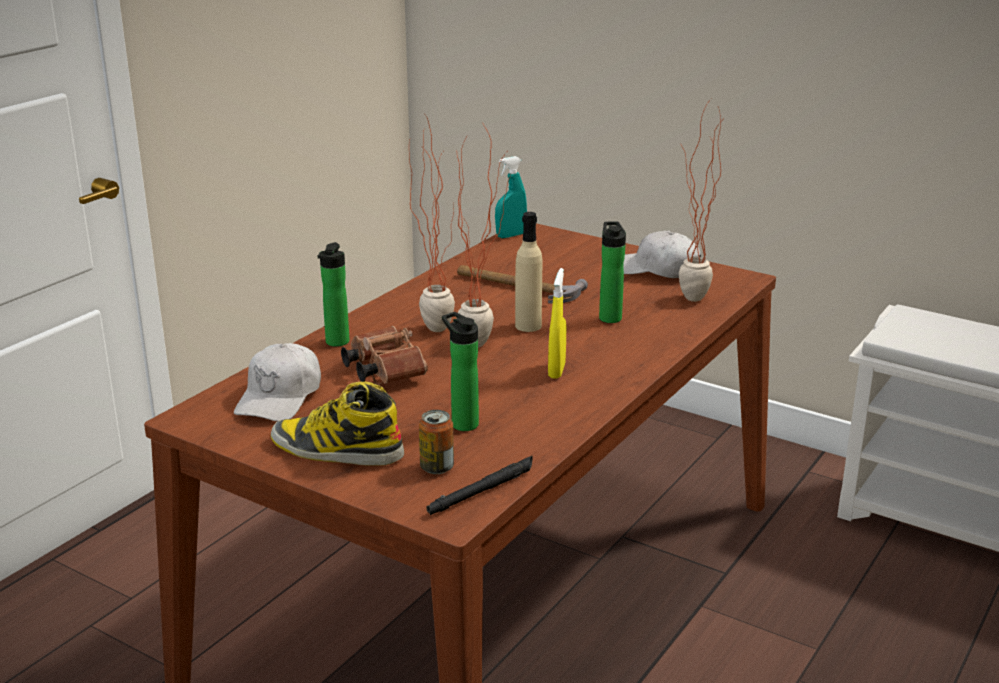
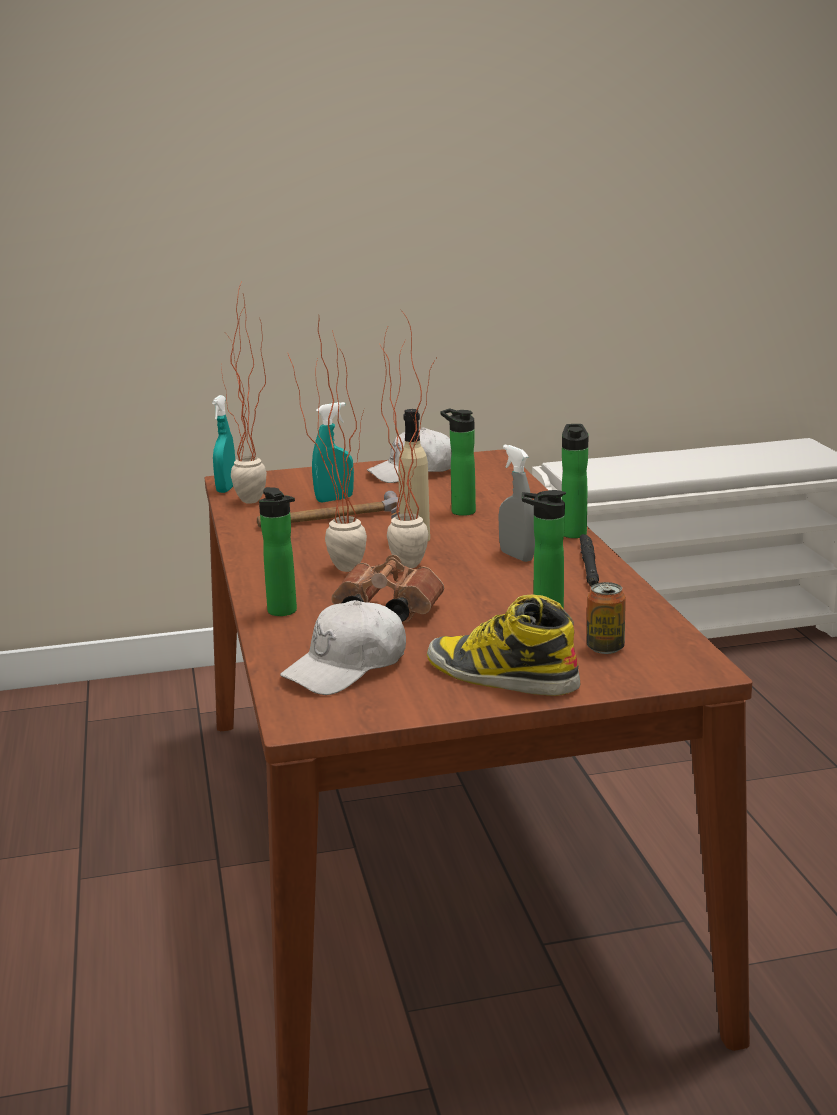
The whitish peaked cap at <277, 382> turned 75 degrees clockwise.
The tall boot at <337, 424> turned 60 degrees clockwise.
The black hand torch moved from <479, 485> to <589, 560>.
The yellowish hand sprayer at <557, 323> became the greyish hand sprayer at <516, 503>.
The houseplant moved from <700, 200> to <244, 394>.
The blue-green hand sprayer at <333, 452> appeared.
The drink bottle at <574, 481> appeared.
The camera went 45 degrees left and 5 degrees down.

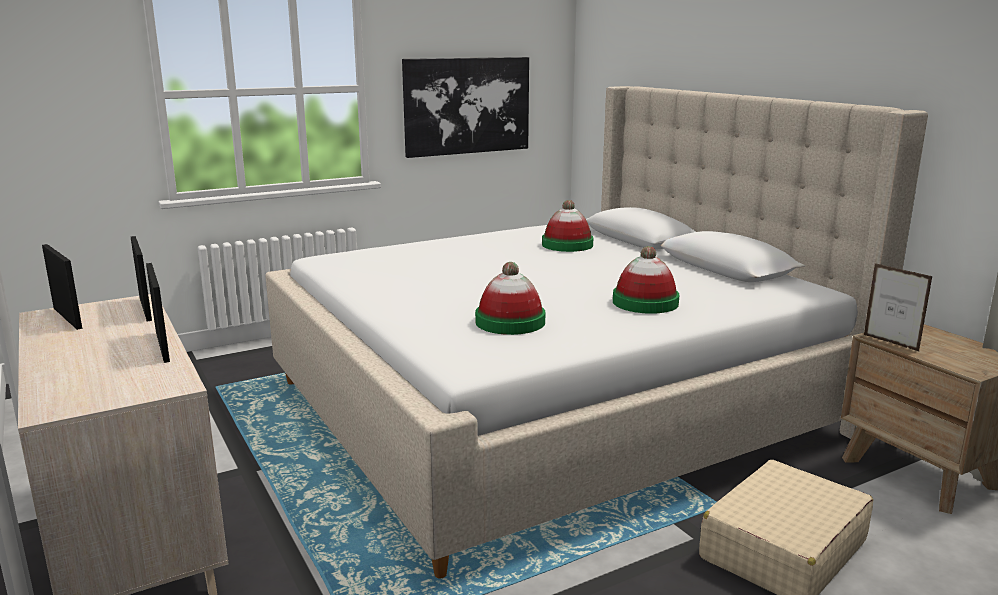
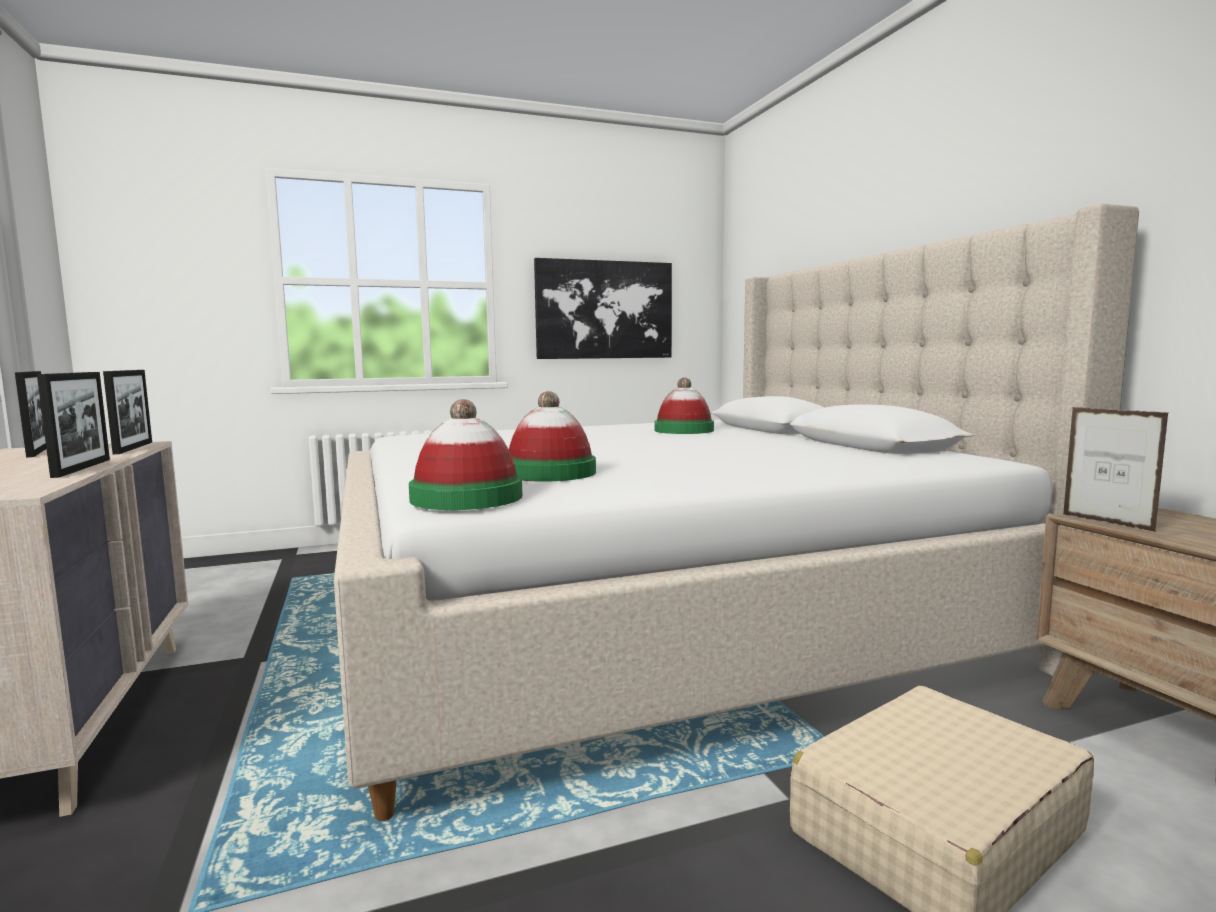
The wearable hat moved from <646, 280> to <466, 454>.
The camera went 10 degrees right and 10 degrees down.

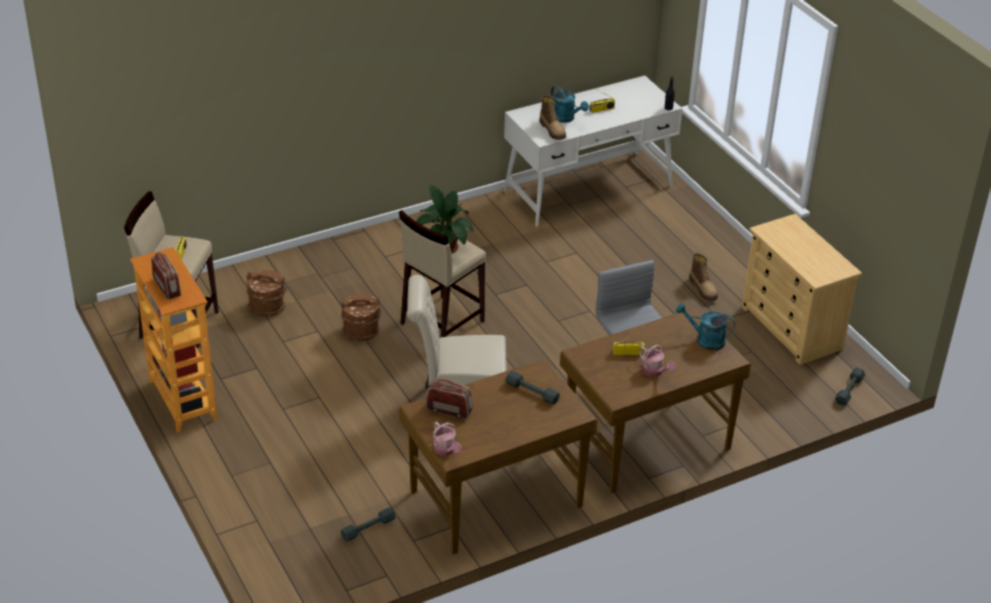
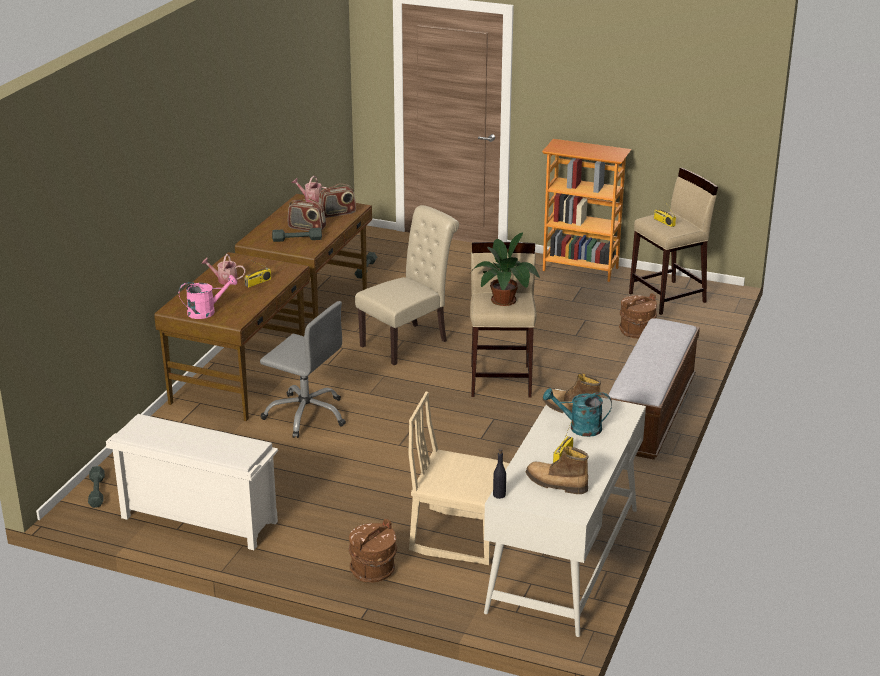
The radio receiver moved from <166, 276> to <307, 215>.
The brown-coloured water bucket moved from <361, 317> to <373, 551>.
The blue-green watering can at <705, 326> became the pink watering can at <207, 297>.
The tall boot moved from <703, 277> to <557, 470>.
The sand-coloured chest of drawers at <802, 289> was replaced by the whitish shoe stand at <192, 482>.
The sand-coloured plain chair at <458, 478> appeared.
The long seat at <654, 389> appeared.
The camera went 140 degrees right and 10 degrees down.

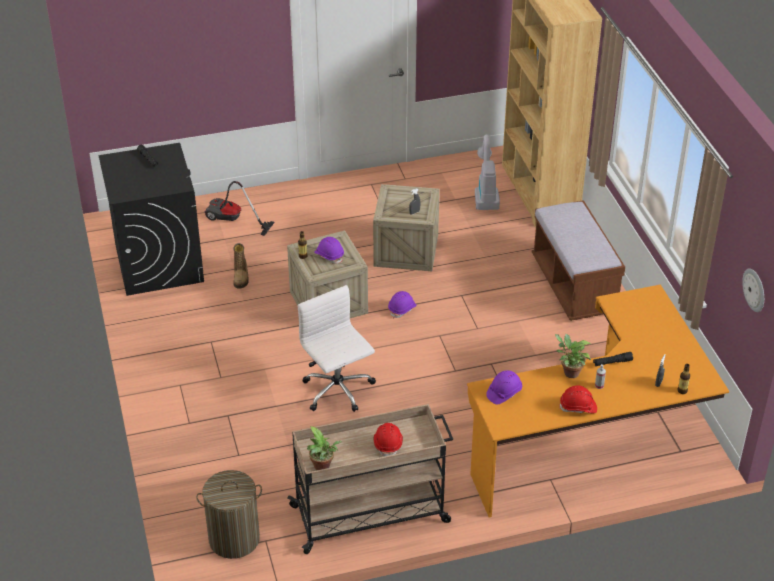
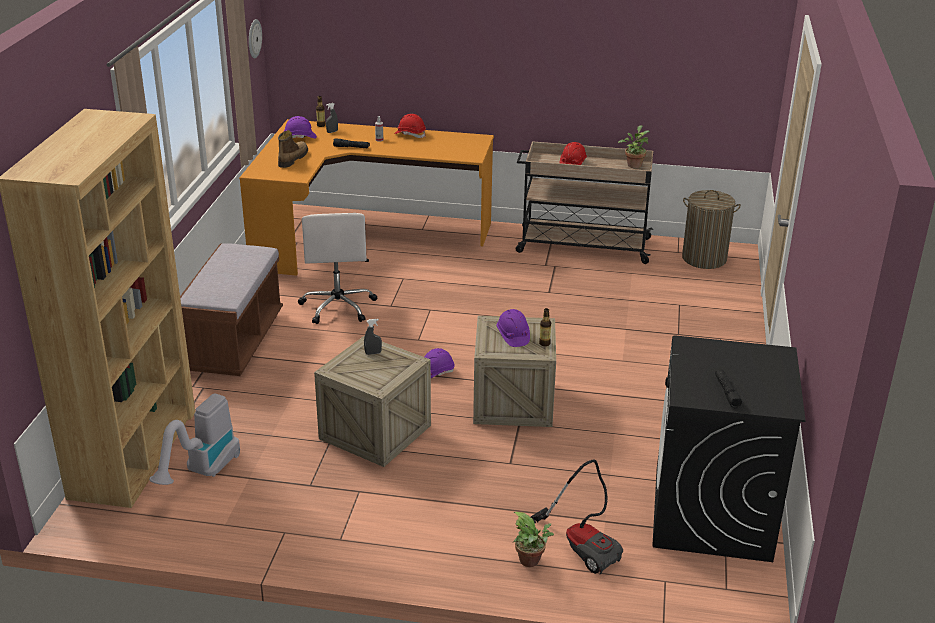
The tall boot moved from <241, 265> to <293, 149>.
The whitish office chair moved from <337, 348> to <337, 268>.
The purplish safety helmet moved from <504, 387> to <300, 127>.
The houseplant moved from <573, 356> to <533, 539>.
The camera went 155 degrees left and 10 degrees down.

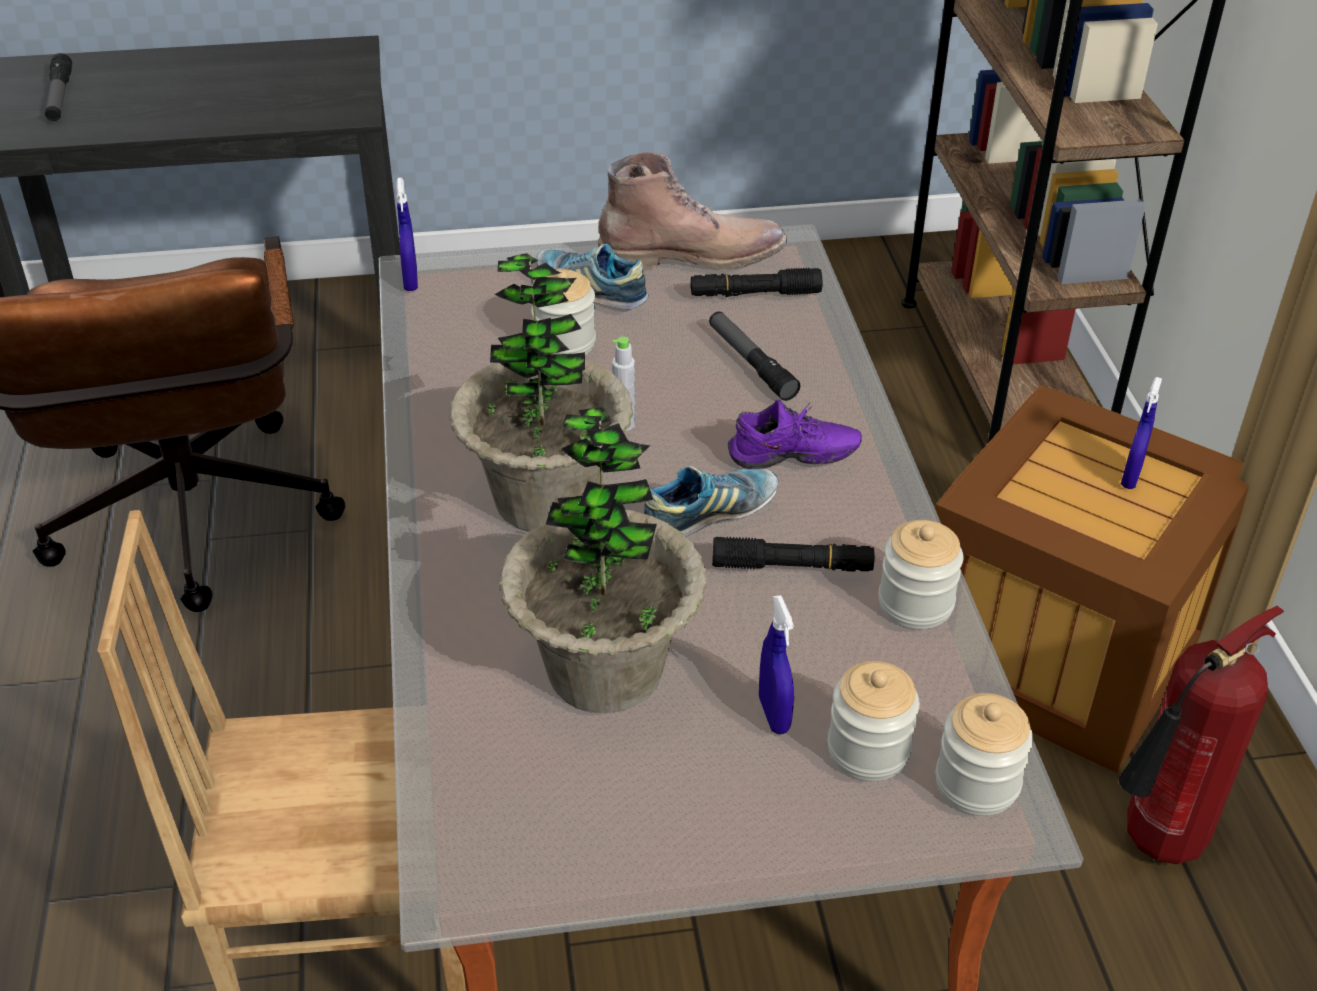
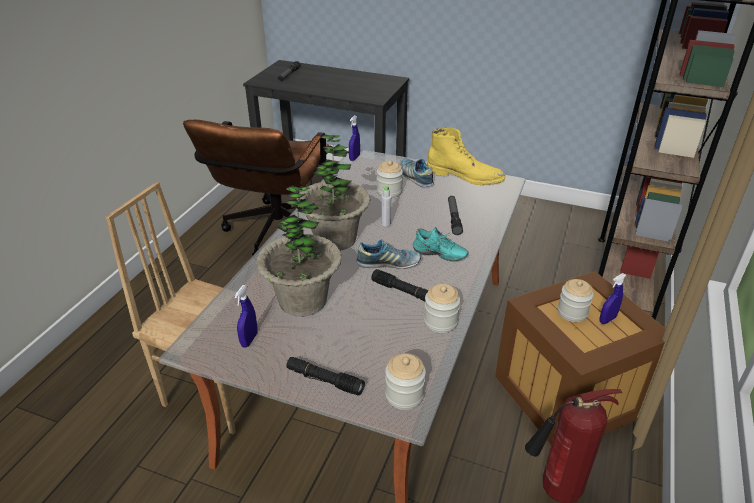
The brown-coloured tall boot at <692, 211> became the yellowish tall boot at <466, 157>.
The black hand torch moved from <756, 282> to <325, 376>.
The purplish shoe at <795, 434> became the blue-green shoe at <440, 244>.
The bluish hand sprayer moved from <776, 664> to <246, 316>.
The storage jar moved from <874, 721> to <576, 300>.
The camera went 30 degrees right and 5 degrees down.

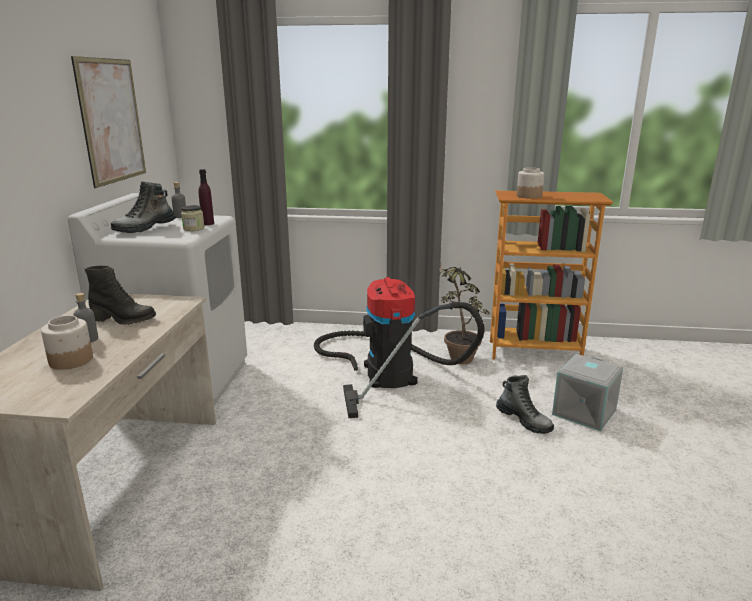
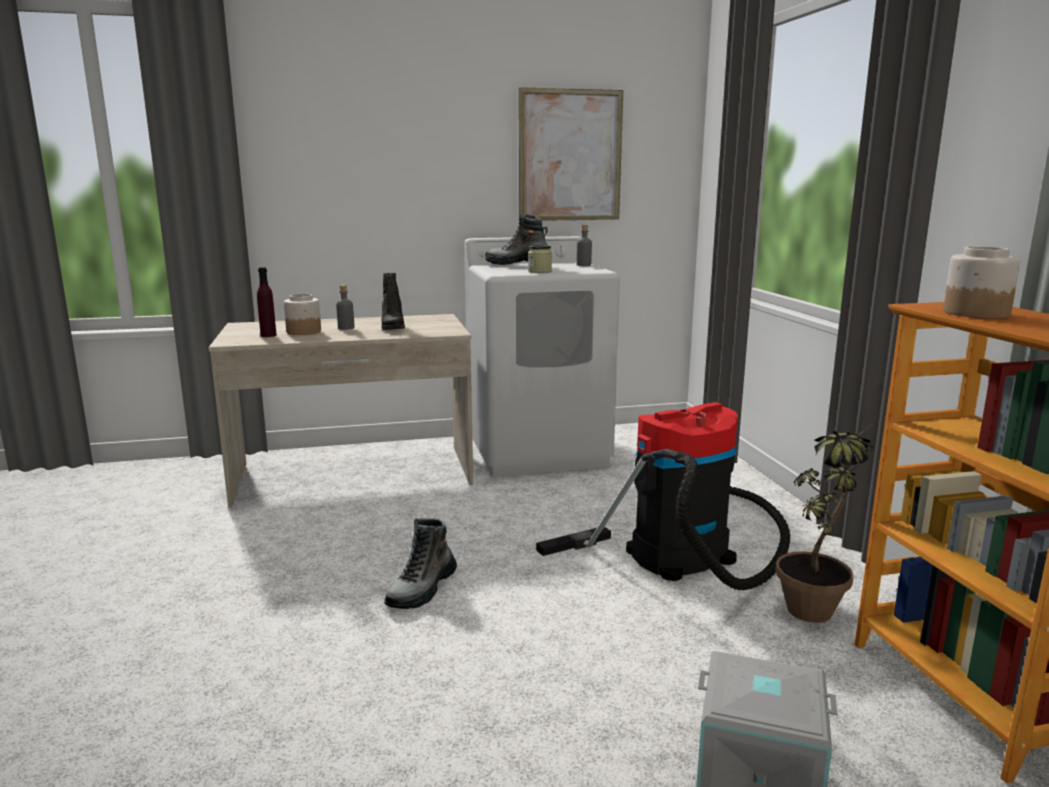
The purplish drink bottle moved from <206, 197> to <267, 302>.
The tall boot moved from <525, 404> to <420, 563>.
The camera went 70 degrees right and 5 degrees down.

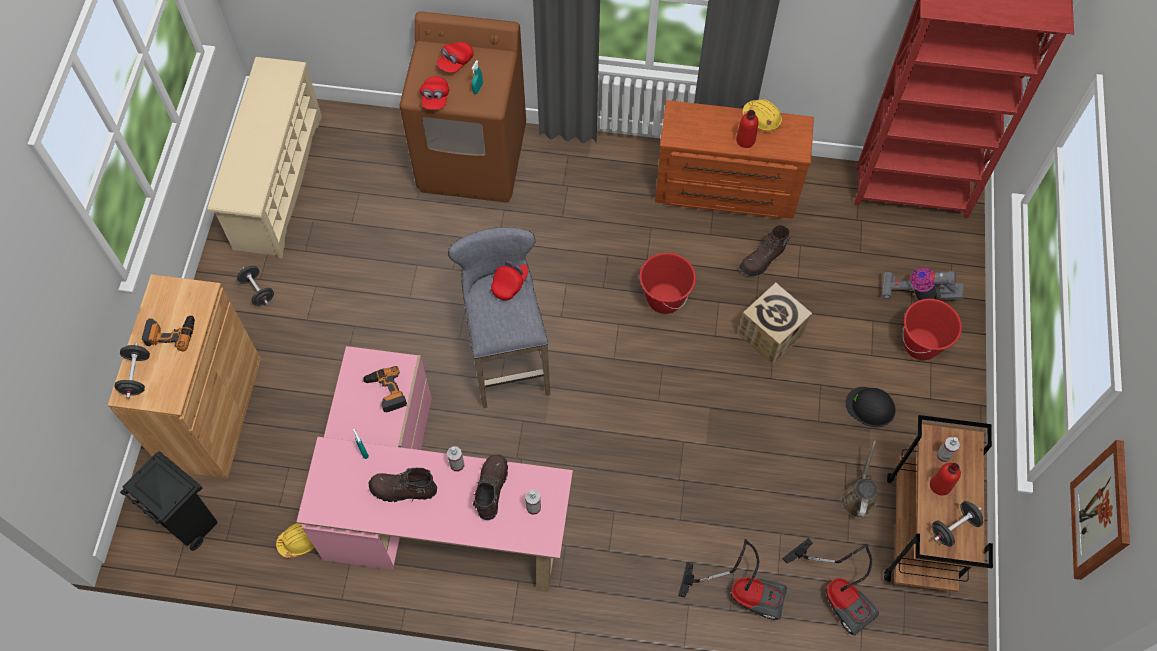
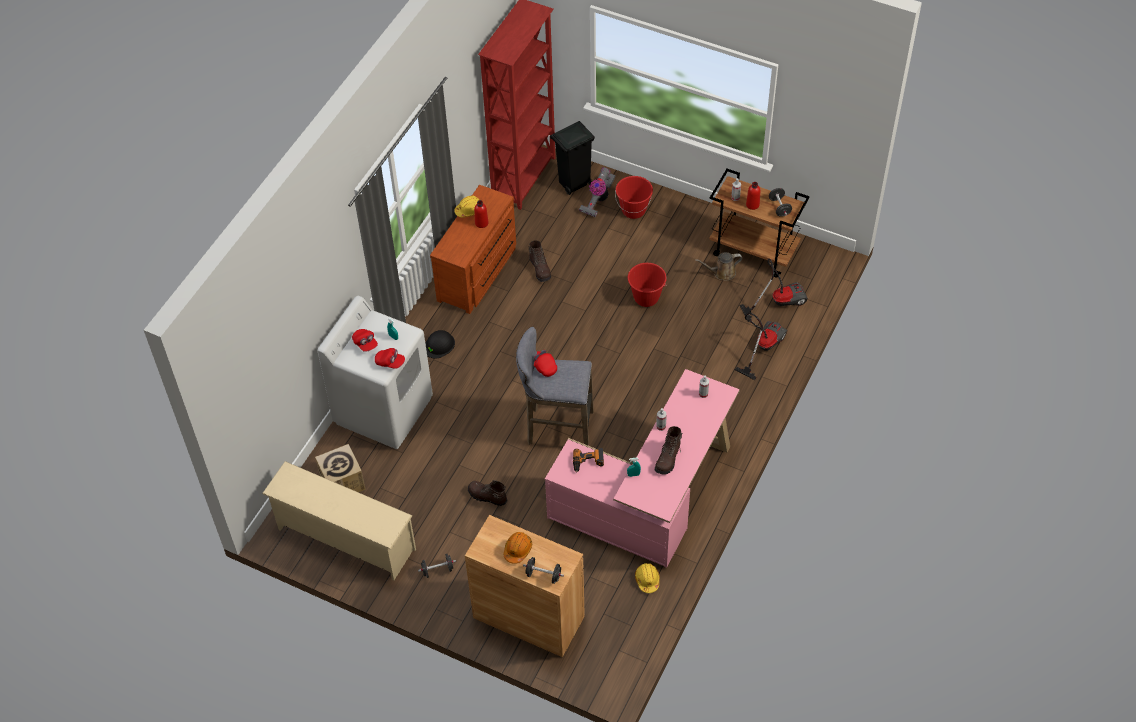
The black rubbish bin moved from <168, 501> to <572, 158>.
The drill at <168, 333> was replaced by the orange-coloured safety helmet at <517, 548>.
The brown-coloured laundry machine at <463, 107> became the whitish laundry machine at <375, 372>.
The brown-coloured tall boot moved from <490, 487> to <487, 493>.
The red-coloured water bucket moved from <667, 283> to <647, 285>.
The packing box moved from <774, 324> to <340, 468>.
The brown-coloured watering can at <859, 479> turned 45 degrees counterclockwise.
The black safety helmet moved from <871, 407> to <440, 344>.
The picture at <1100, 510> disappeared.
The camera went 70 degrees left and 10 degrees down.

